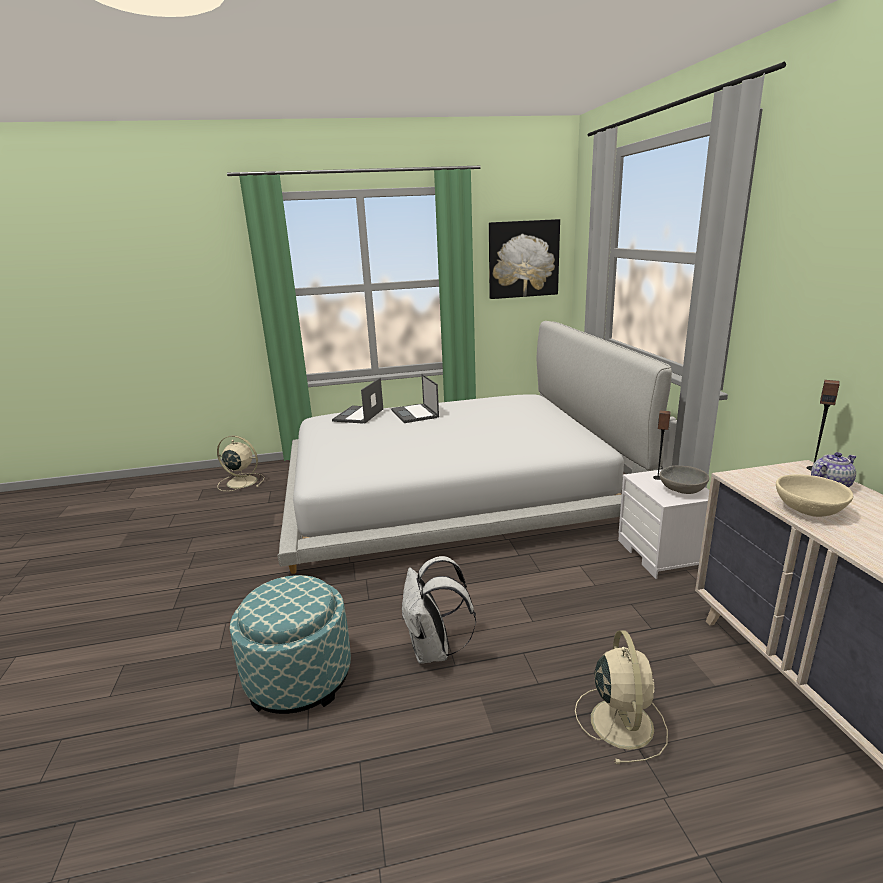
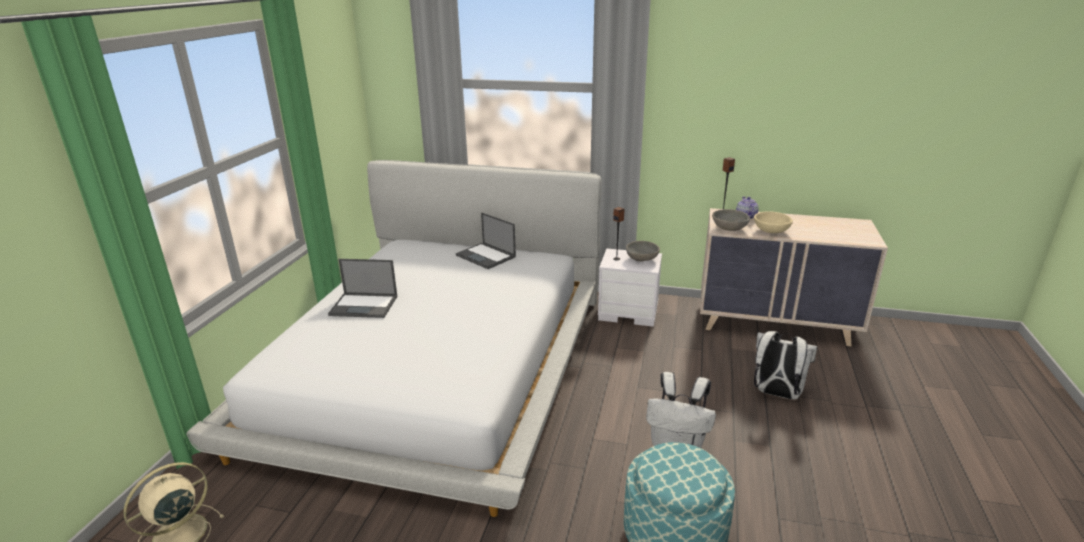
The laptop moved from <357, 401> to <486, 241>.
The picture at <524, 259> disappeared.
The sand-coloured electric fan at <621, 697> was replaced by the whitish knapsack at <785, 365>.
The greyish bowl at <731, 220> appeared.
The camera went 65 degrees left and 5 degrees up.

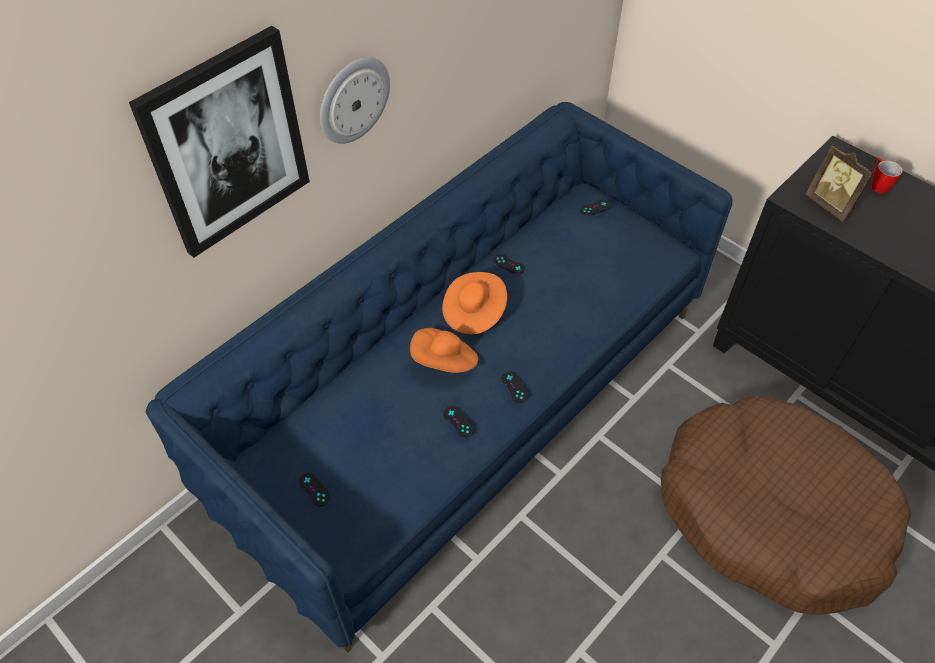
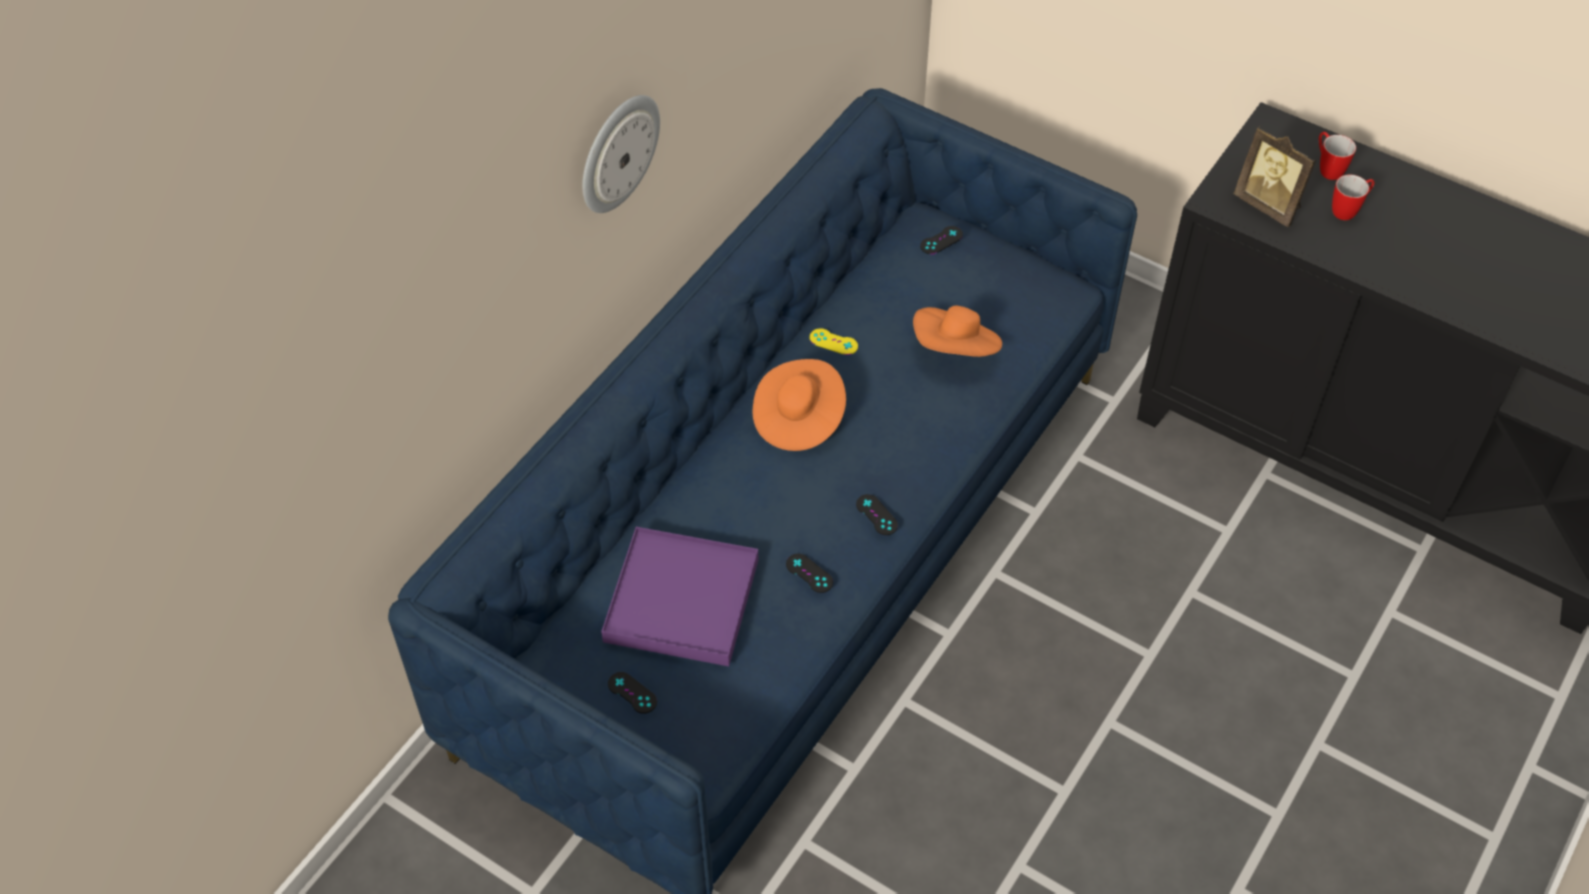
The picture at <219, 142> disappeared.
The orange-coloured wearable hat moved from <444, 350> to <957, 331>.
The black joypad at <509, 264> became the yellowish joypad at <834, 341>.
The brown-coloured dog cushion at <786, 505> disappeared.
The purplish serving tray at <680, 596> appeared.
The tea mug at <1353, 197> appeared.
The camera went 10 degrees left and 0 degrees up.

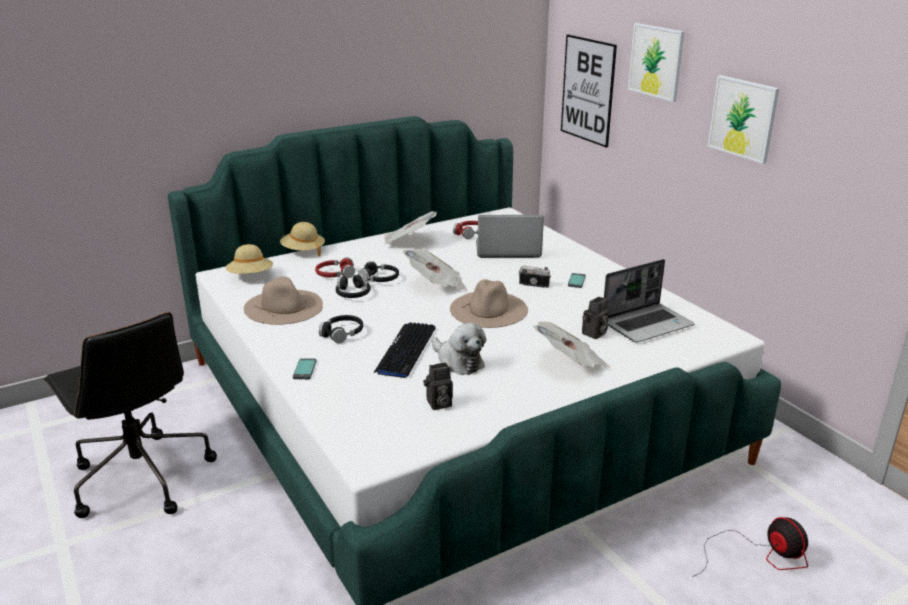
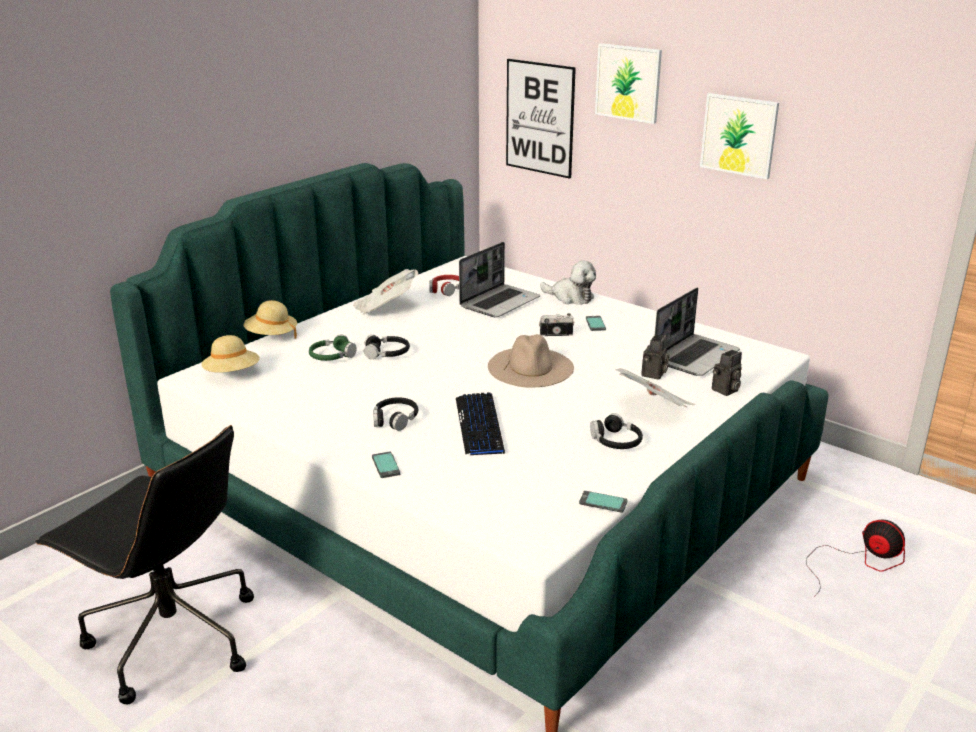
The sand-coloured wearable hat at <283, 300> disappeared.
The red-coloured headphones at <335, 267> became the green headphones at <333, 347>.
The black headphones moved from <353, 286> to <616, 431>.
The daily paper at <435, 269> disappeared.
The still camera moved from <438, 386> to <727, 373>.
The soft toy moved from <459, 349> to <568, 283>.
The laptop at <510, 236> turned 150 degrees clockwise.
The phone at <603, 502> appeared.
The camera went 20 degrees left and 0 degrees up.

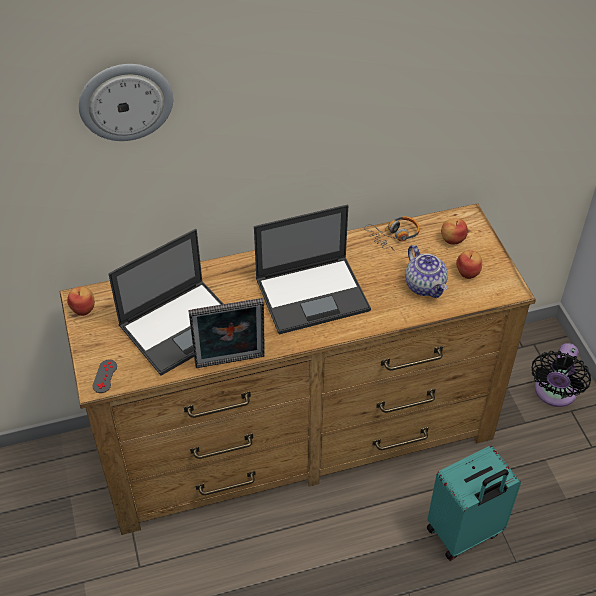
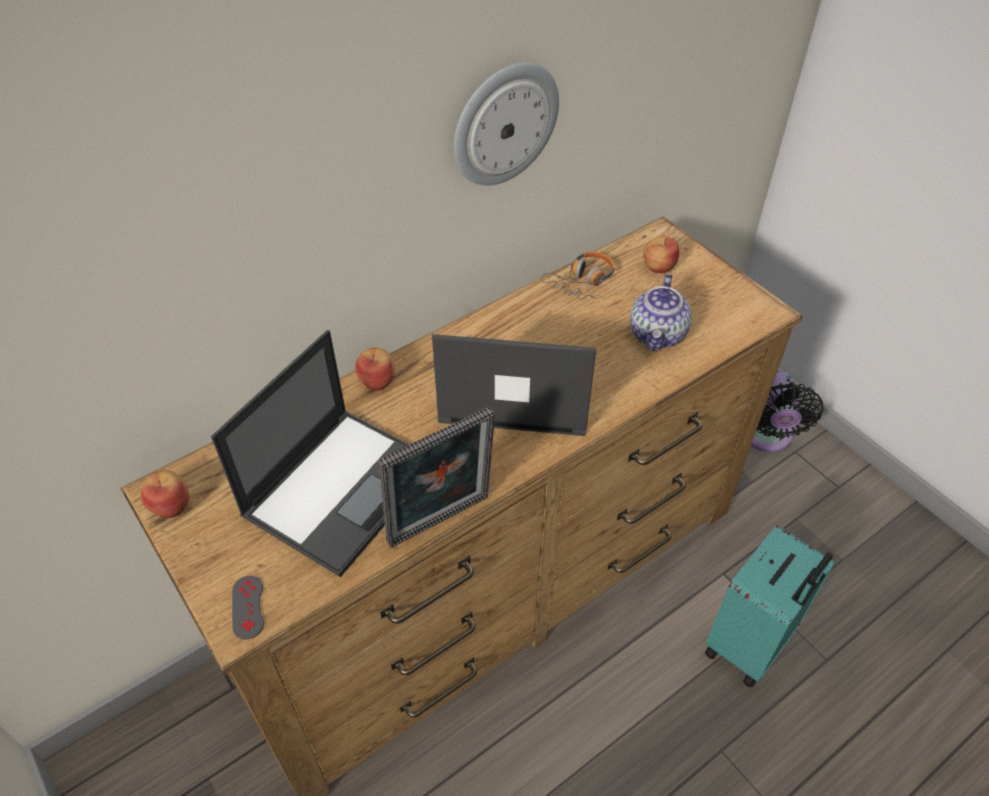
The wall clock moved from <126, 102> to <506, 124>.
The laptop at <312, 269> turned 135 degrees counterclockwise.
The pot for tea at <426, 271> turned 60 degrees clockwise.
The apple moved from <469, 264> to <375, 369>.
The camera went 20 degrees left and 0 degrees up.

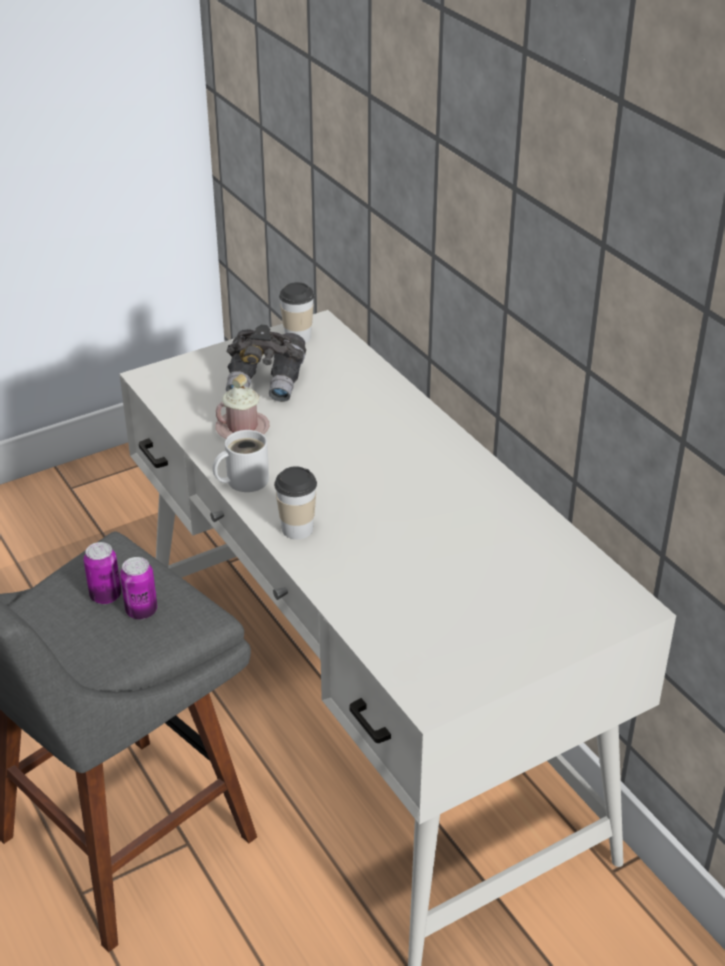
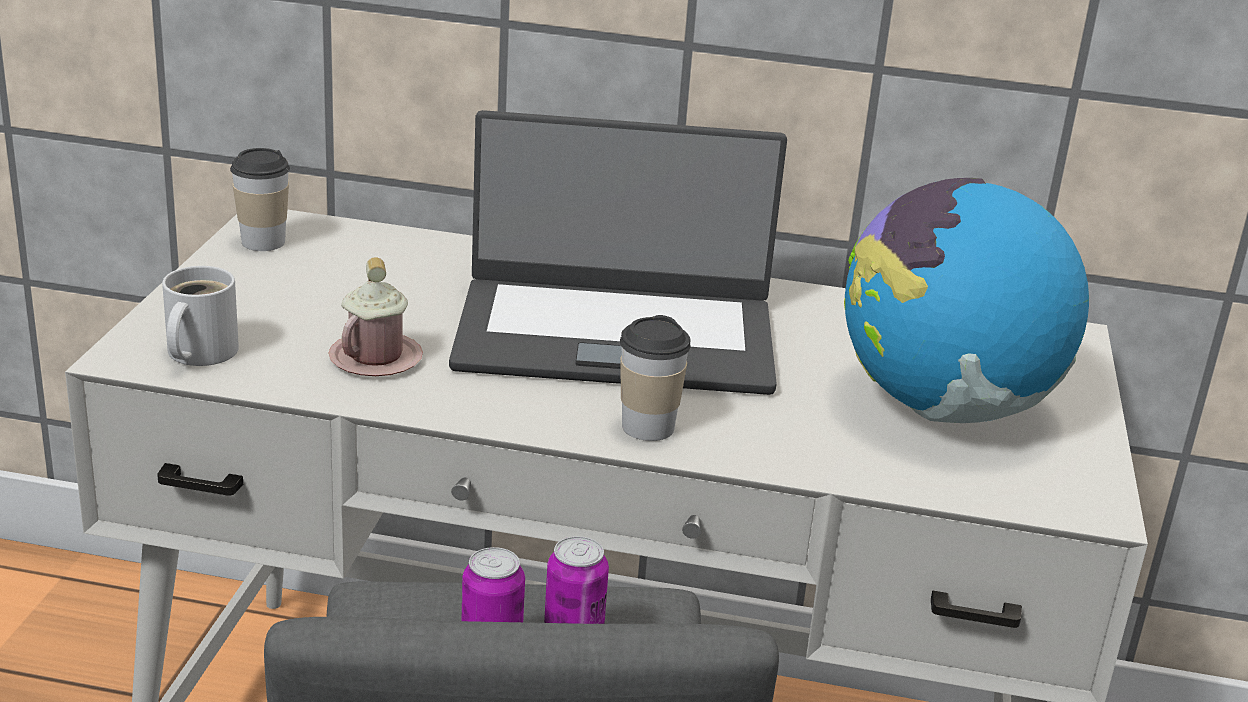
The whitish tea mug moved from <241, 461> to <200, 316>.
The greyish pair of binoculars at <266, 363> disappeared.
The laptop at <618, 252> appeared.
The globe at <966, 300> appeared.
The camera went 50 degrees left and 10 degrees down.

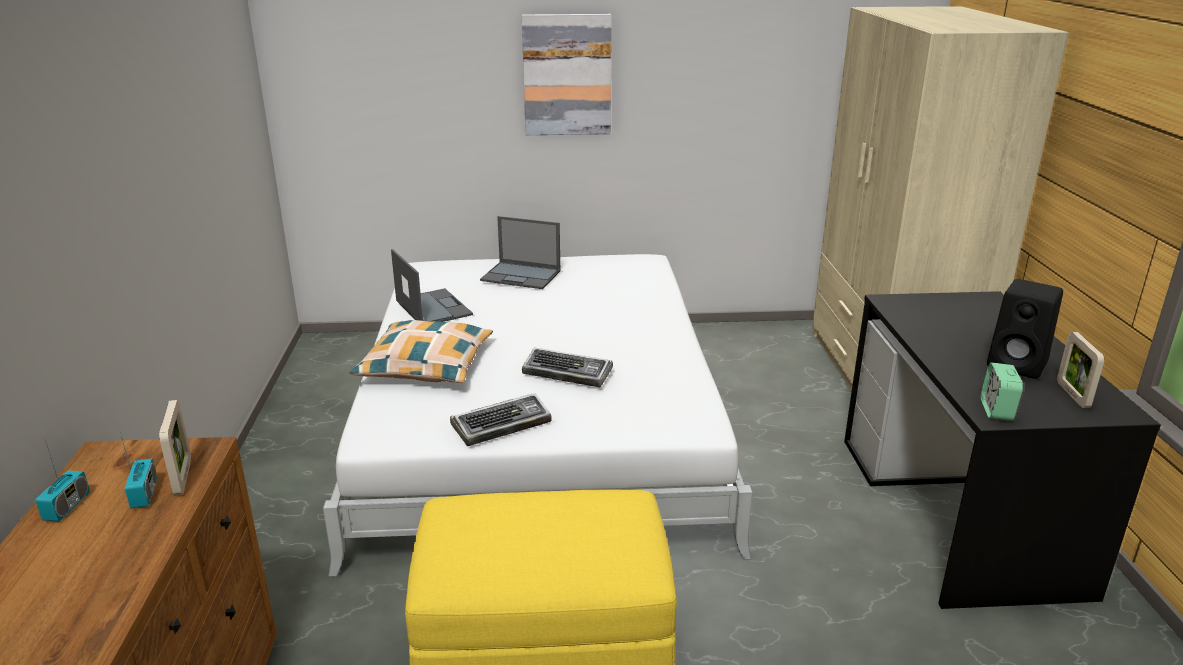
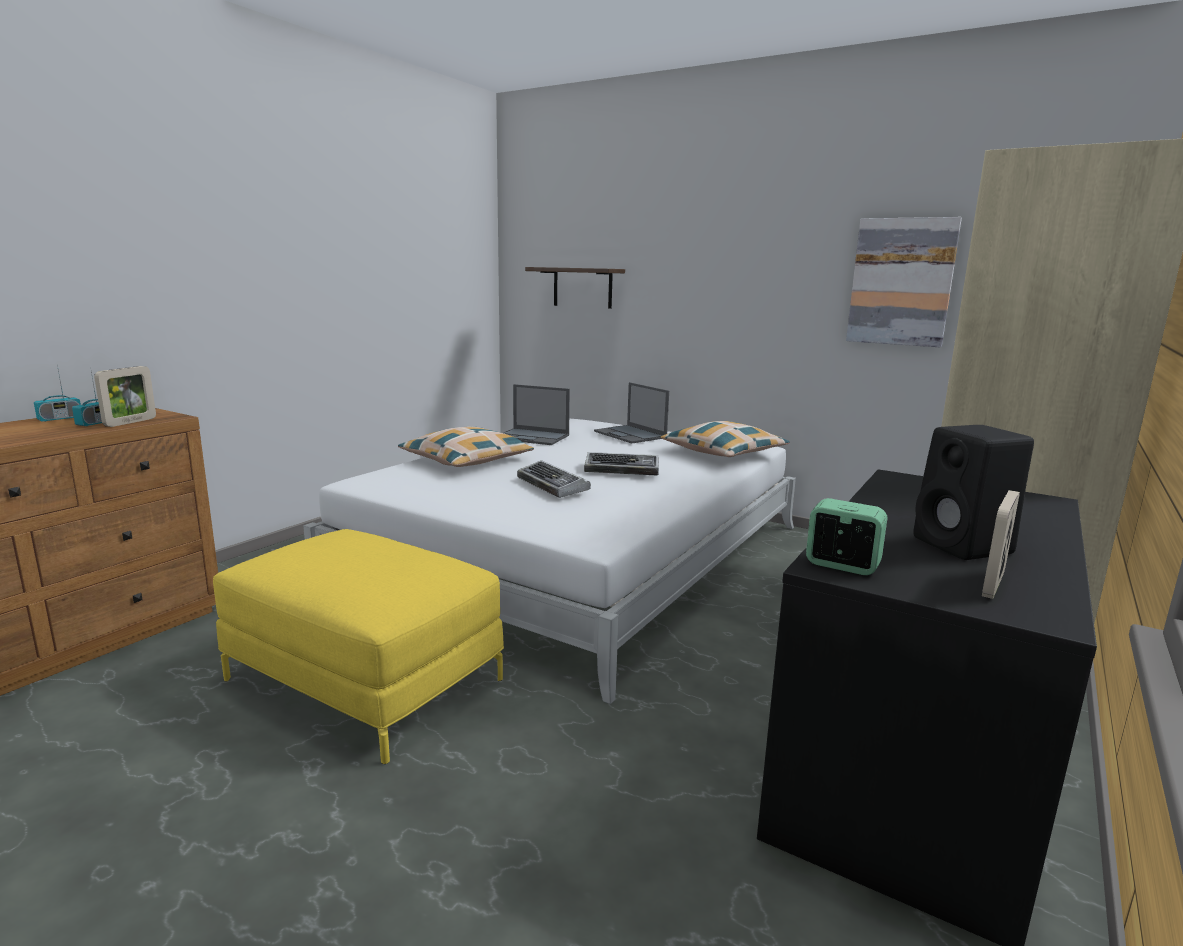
The laptop at <432, 285> turned 105 degrees clockwise.
The keyboard moved from <500, 419> to <621, 464>.
The picture moved from <567, 74> to <904, 282>.
The table clock at <1002, 391> turned 75 degrees clockwise.
The shelf at <575, 288> appeared.
The cushion at <725, 439> appeared.
The camera went 35 degrees right and 10 degrees down.

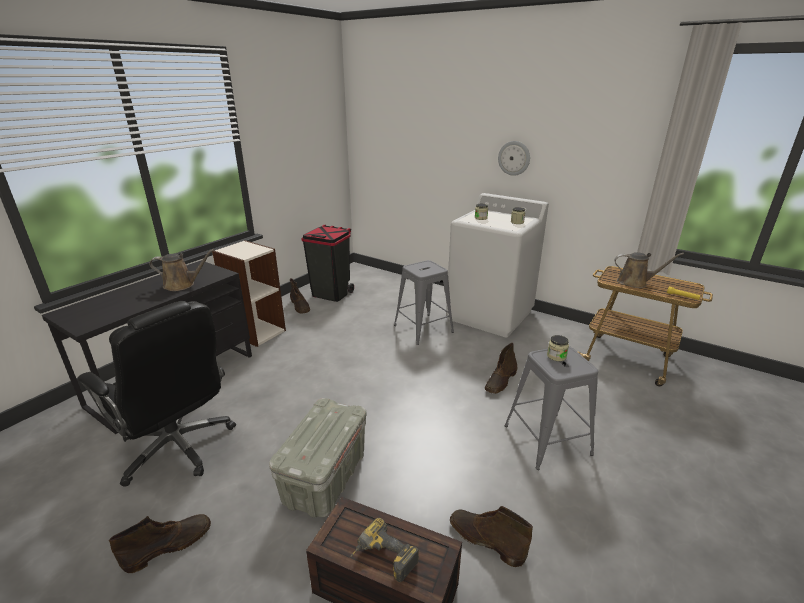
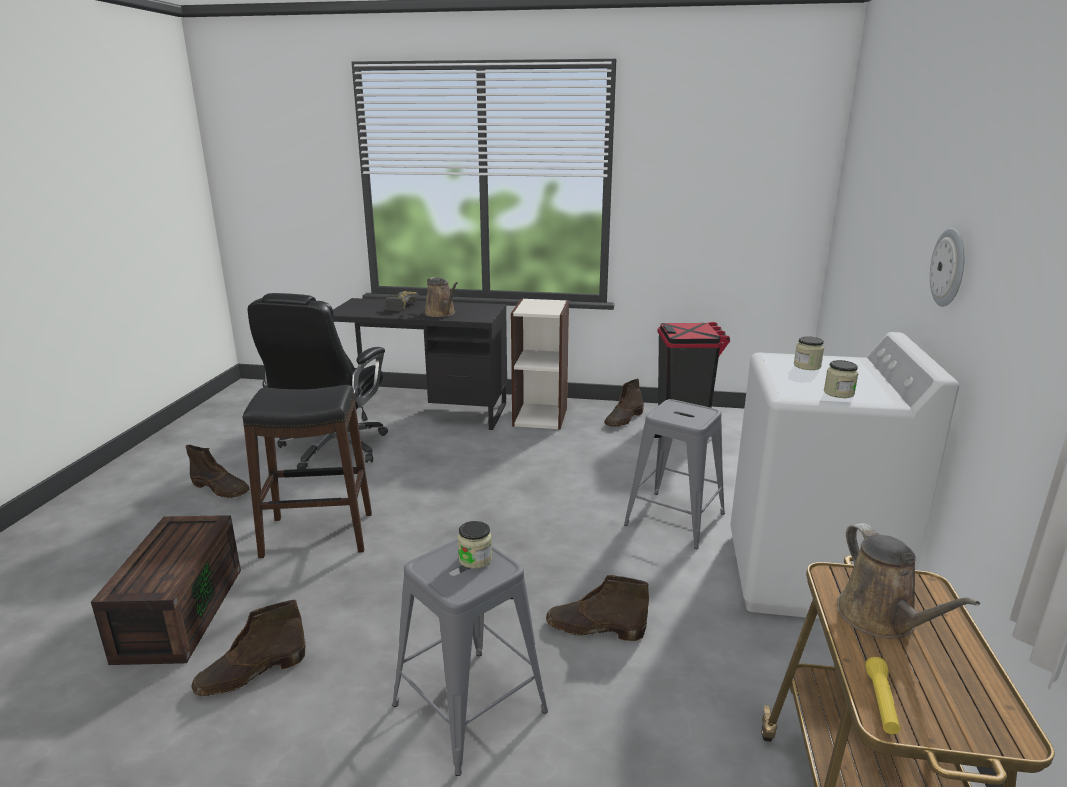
The greyish storage container at <318, 458> was replaced by the black stool at <307, 471>.
The drill moved from <385, 550> to <401, 301>.
The brown-coloured tall boot at <491, 536> turned 135 degrees counterclockwise.
The camera went 65 degrees right and 5 degrees down.

